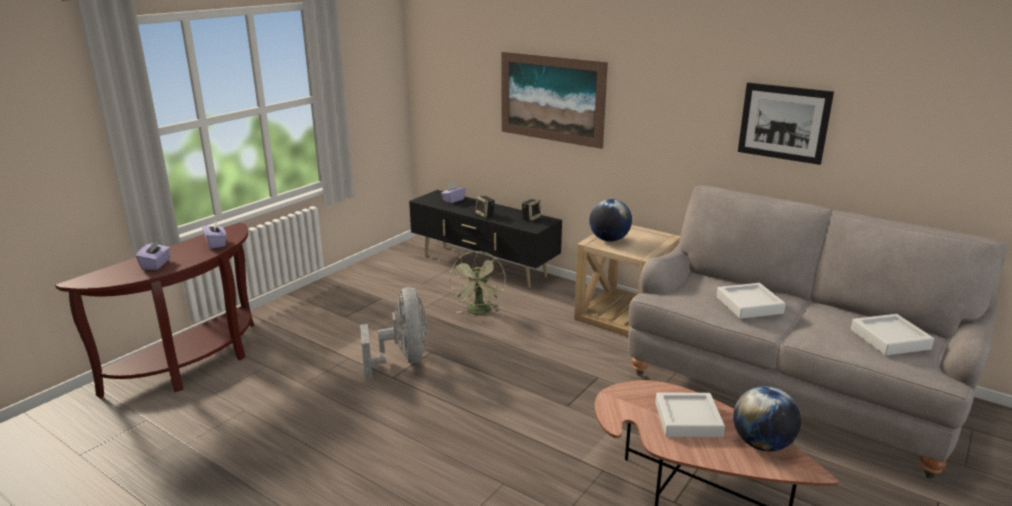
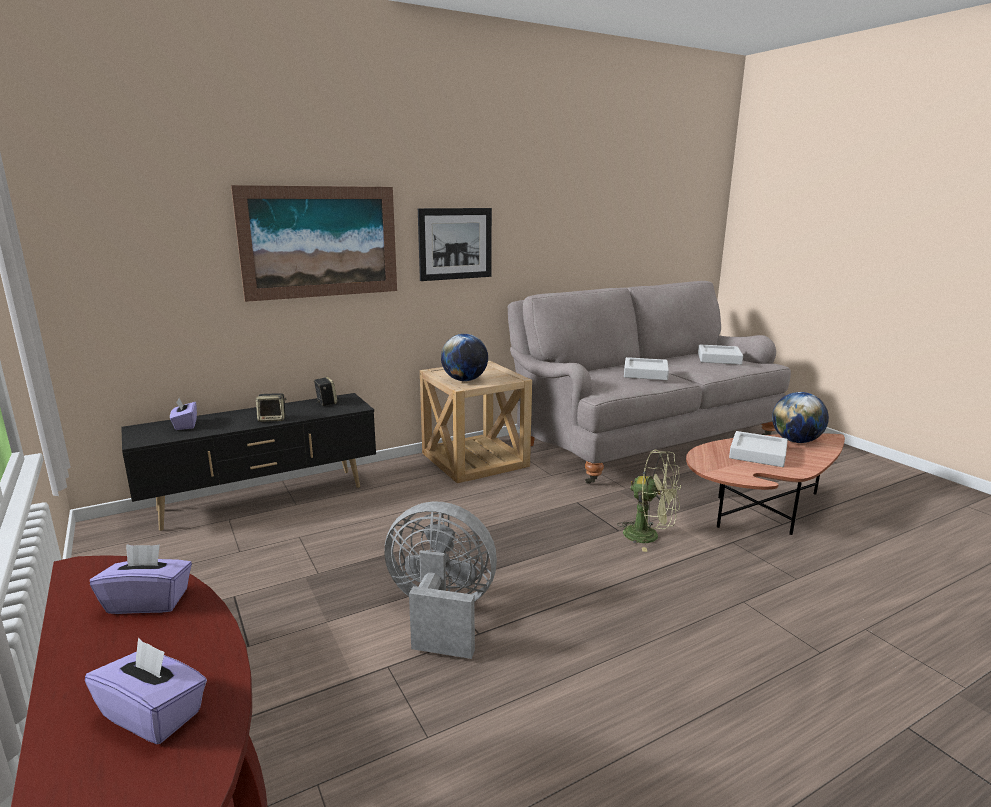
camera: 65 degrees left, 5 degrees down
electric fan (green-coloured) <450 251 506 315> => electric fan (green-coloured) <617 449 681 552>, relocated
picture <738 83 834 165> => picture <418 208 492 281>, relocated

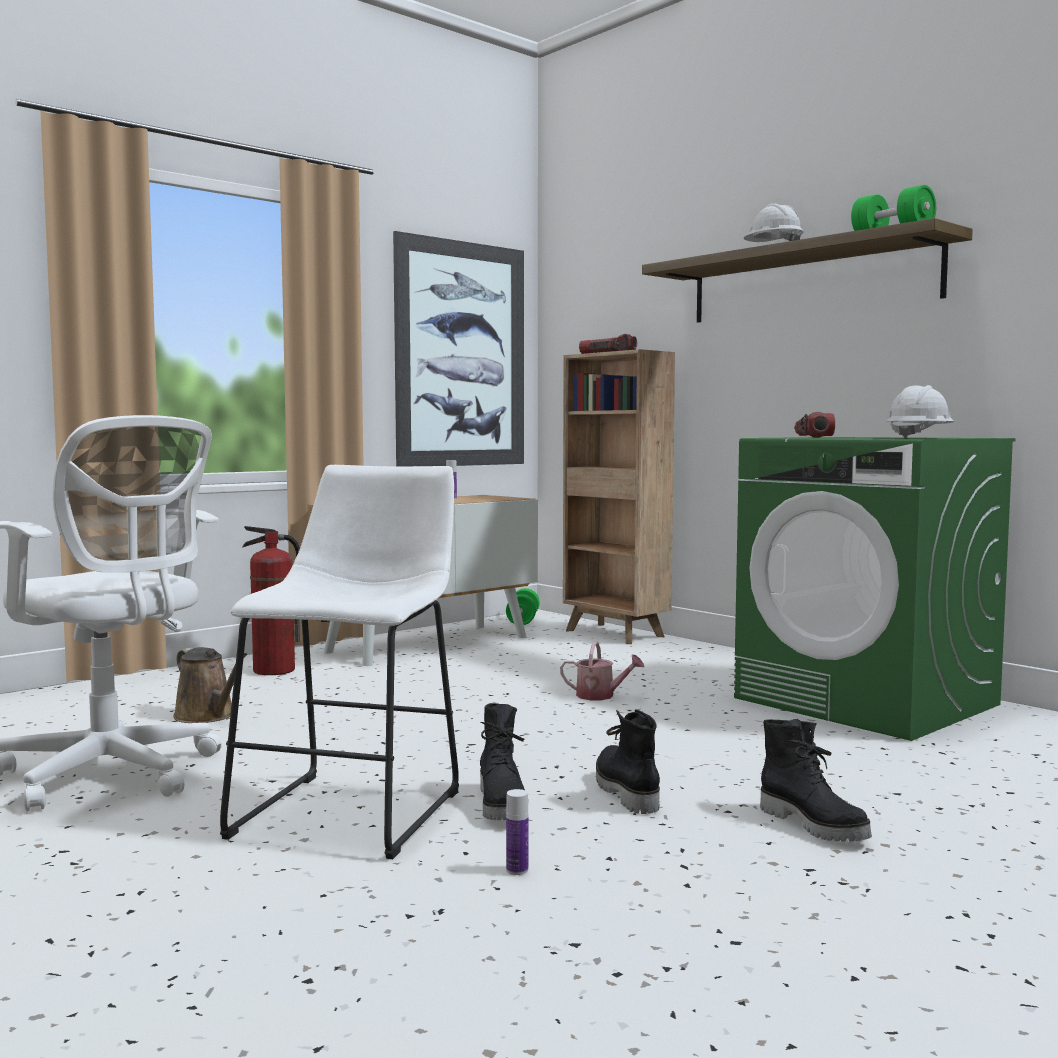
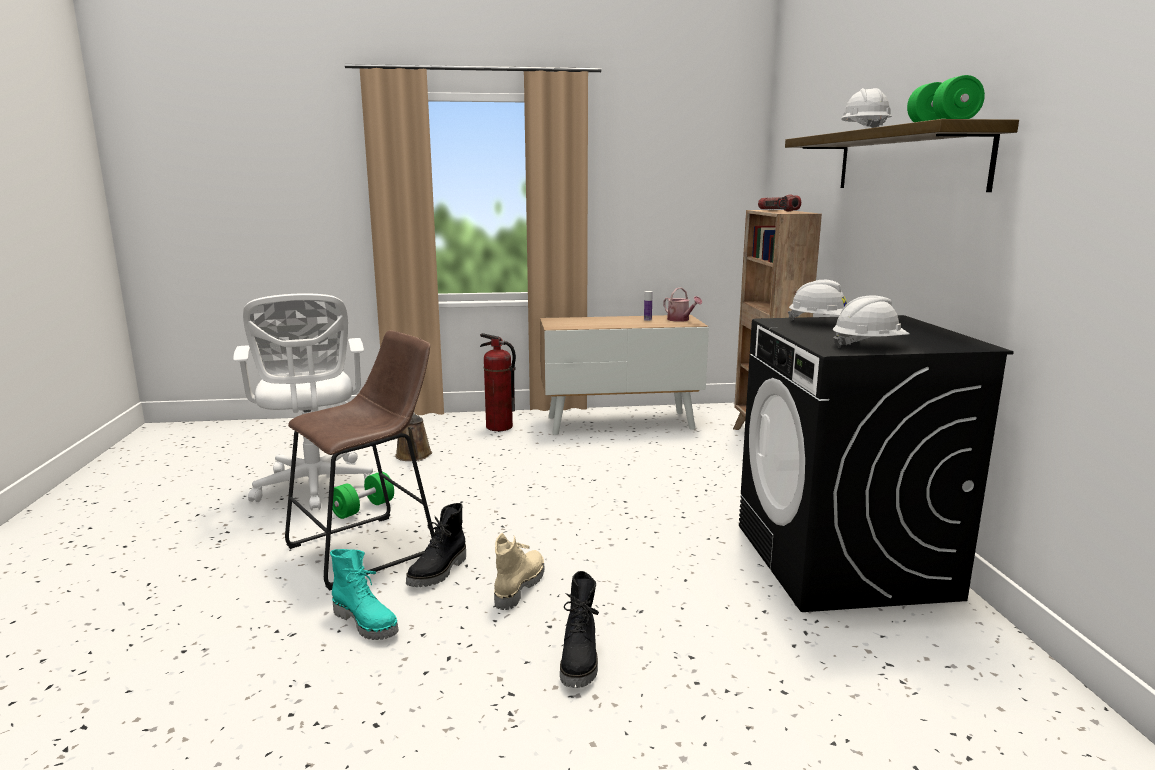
camera: 35 degrees right, 10 degrees up
sitting stool (whitish) <220 465 459 859> => sitting stool (brownish) <285 330 434 591>
picture <393 231 524 467> => nothing
free weight (green-coloured) <506 588 540 625> => free weight (green-coloured) <332 472 394 519>, relocated
beverage bottle <506 789 528 875> => high-top boot (blue-green) <330 549 399 640>
sprinkling can <560 642 644 700> => sprinkling can <663 288 702 322>, relocated
high-top boot (black-coloured) <596 709 660 814> => high-top boot (beige) <494 533 545 610>
laundry machine (green-coloured) <734 437 1016 741> => laundry machine (black-coloured) <739 315 1014 612>
hand torch <794 412 835 438> => work helmet (whitish) <788 280 847 320>

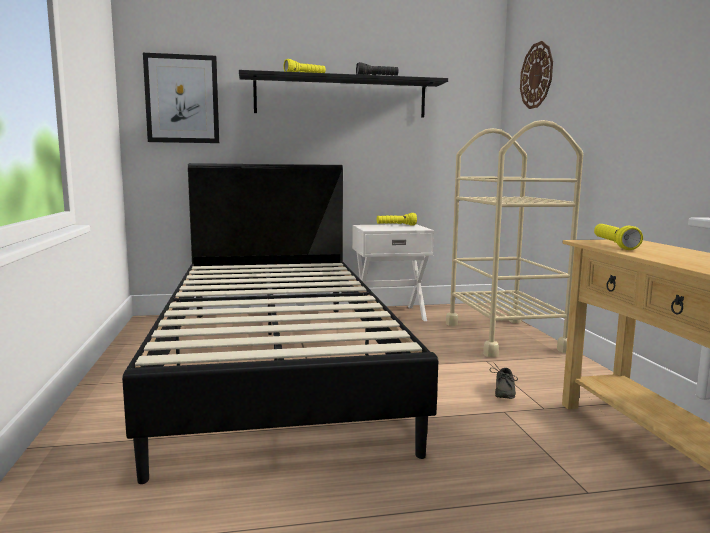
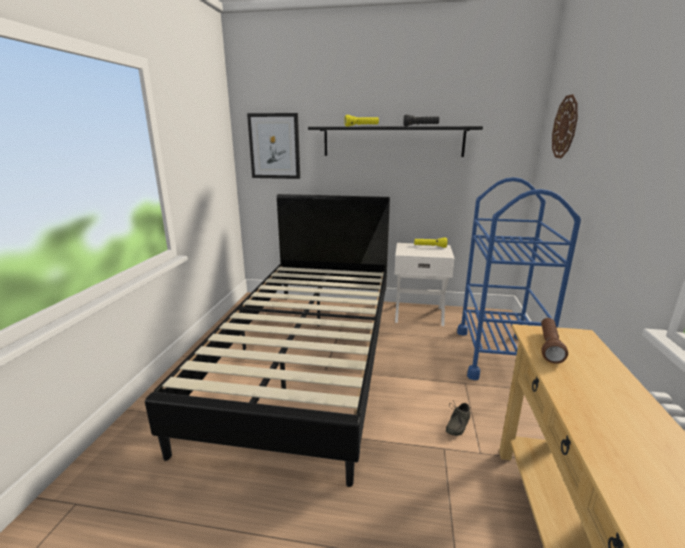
camera: 20 degrees right, 10 degrees up
trolley (beige) <446 120 583 357> => trolley (blue) <457 177 581 380>
hand torch (yellowish) <594 224 643 250> => hand torch (brownish) <541 318 568 364>

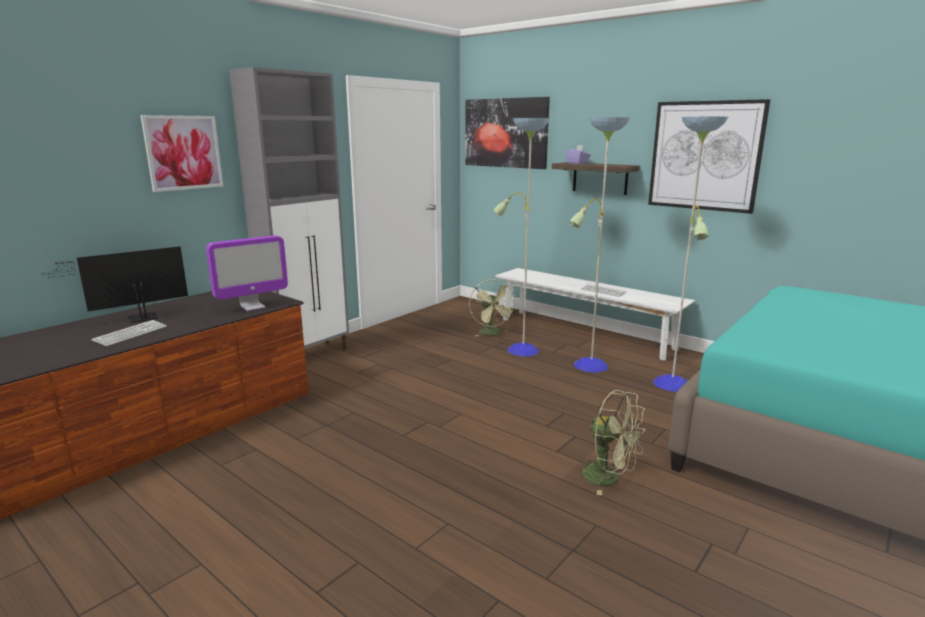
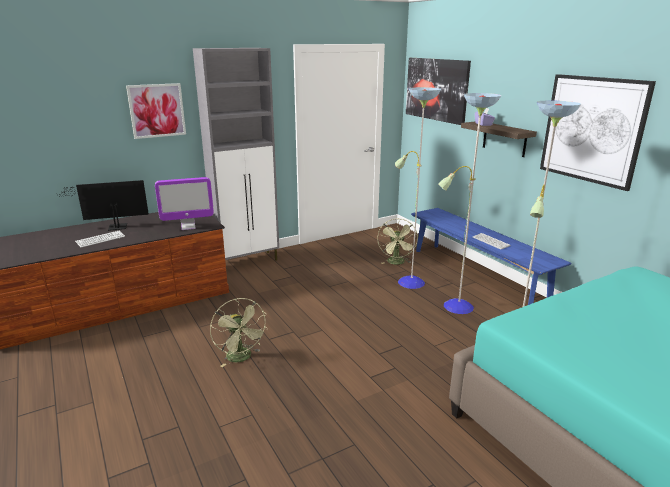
camera: 20 degrees right, 5 degrees up
indoor bench (whitish) <495 268 695 360> => indoor bench (blue) <411 208 572 305>
electric fan (green-coloured) <579 390 646 495> => electric fan (green-coloured) <210 298 268 367>, relocated

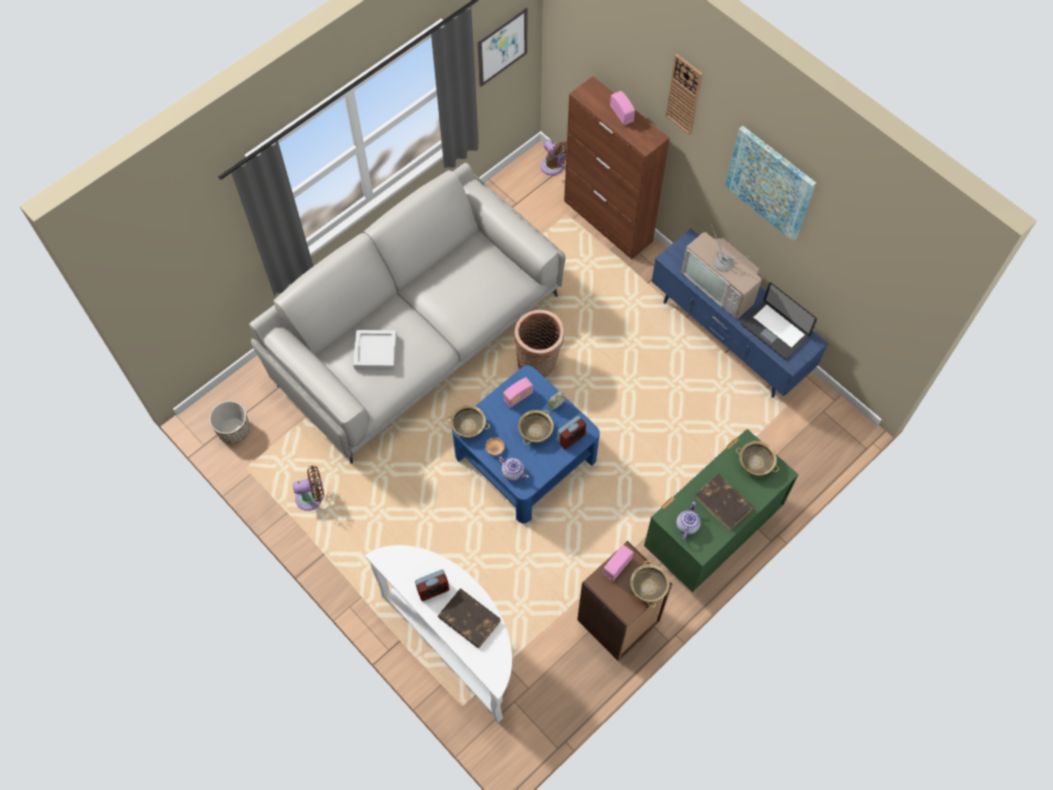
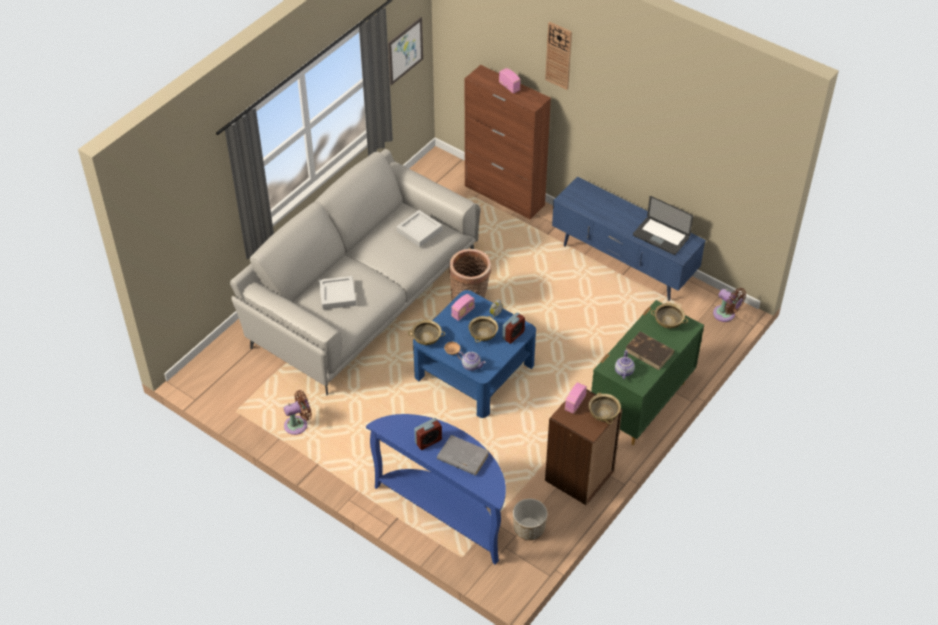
camera: 10 degrees left, 15 degrees down
planter <209 401 250 444> => planter <513 499 548 540>, relocated
narrow table (whitish) <365 545 512 723> => narrow table (blue) <366 414 506 565>
book (brownish) <438 588 500 648> => book (greyish) <437 435 489 476>
electric fan (brownish) <540 140 567 175> => electric fan (brownish) <713 288 746 322>, relocated
TV set <681 224 762 319> => nothing
picture <725 126 816 241> => nothing
nothing => serving tray (greyish) <397 210 442 247>

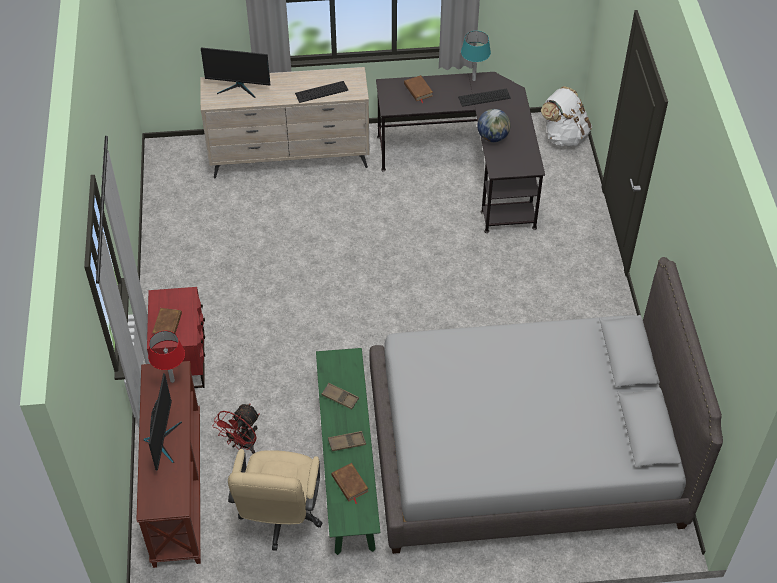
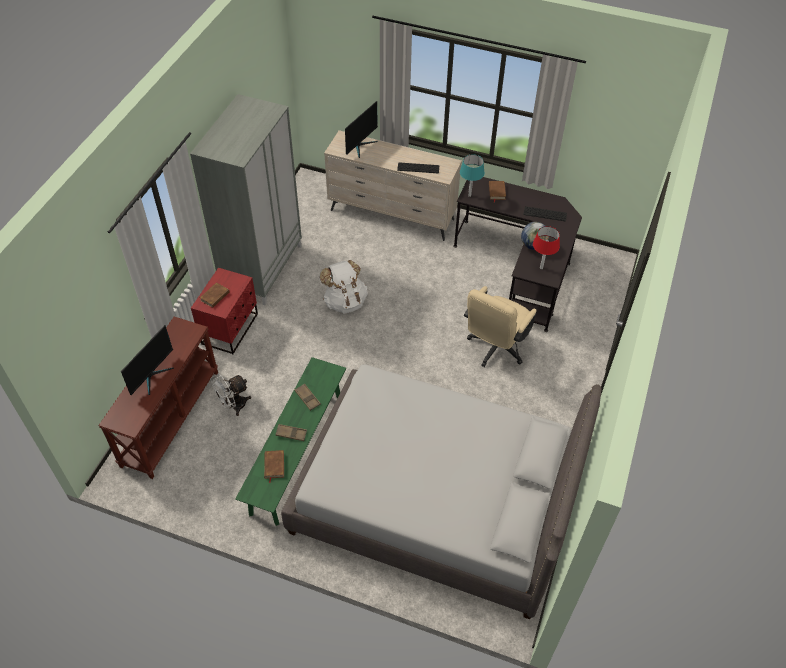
camera: 25 degrees right, 0 degrees up
table lamp (red-coloured) <148 331 185 383> => table lamp (red-coloured) <533 226 560 269>, relocated
computer display <201 47 270 98> => computer display <345 101 378 158>, 90 degrees counterclockwise
electric fan (red-coloured) <213 403 260 454> => electric fan (whitish) <210 374 251 416>
desk chair (beige) <228 449 322 551> => desk chair (beige) <464 286 536 367>, relocated
table lamp (blue-green) <461 31 491 81> => table lamp (blue-green) <460 155 485 197>, relocated
backpack (whitish) <541 86 592 147> => backpack (whitish) <320 260 368 313>, relocated
nothing => wardrobe (greyish) <190 94 302 305>

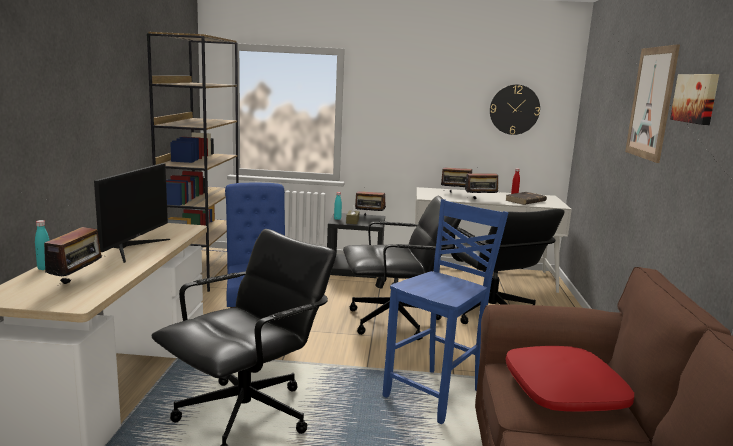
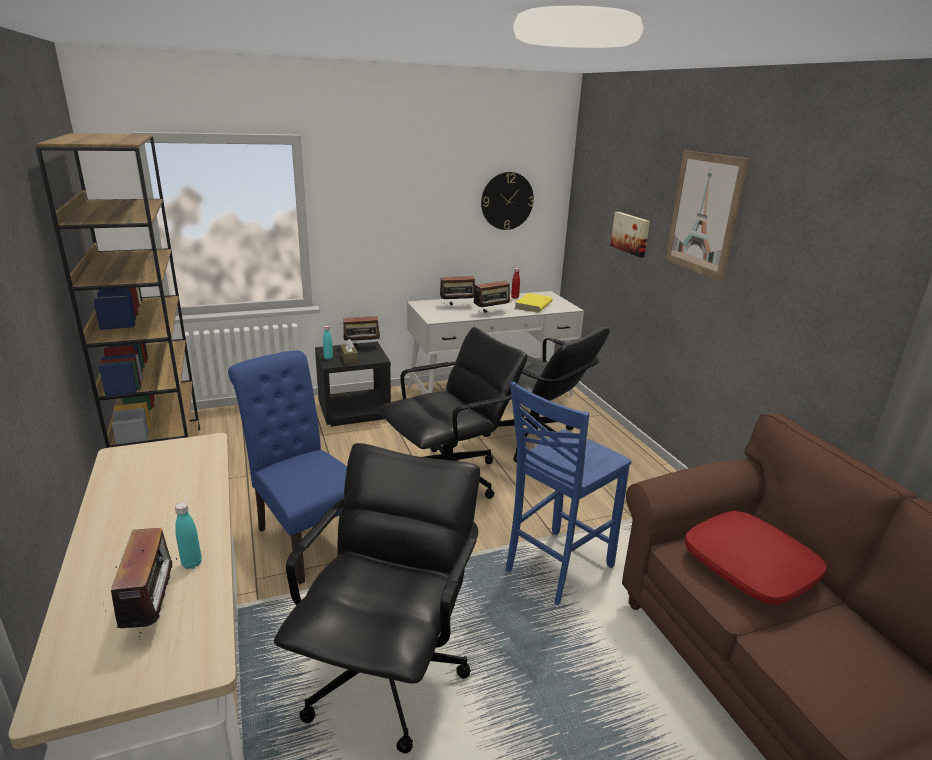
camera: 25 degrees left, 10 degrees up
beverage bottle (blue-green) <35 220 50 270> => beverage bottle (blue-green) <175 502 202 569>, relocated
computer display <94 163 170 263> => nothing
chair (blue) <383 199 508 424> => chair (blue) <506 382 632 605>, 150 degrees counterclockwise
book (brownish) <505 192 547 205> => book (yellowish) <514 293 553 313>
picture <670 74 719 125> => picture <610 212 650 258>, relocated

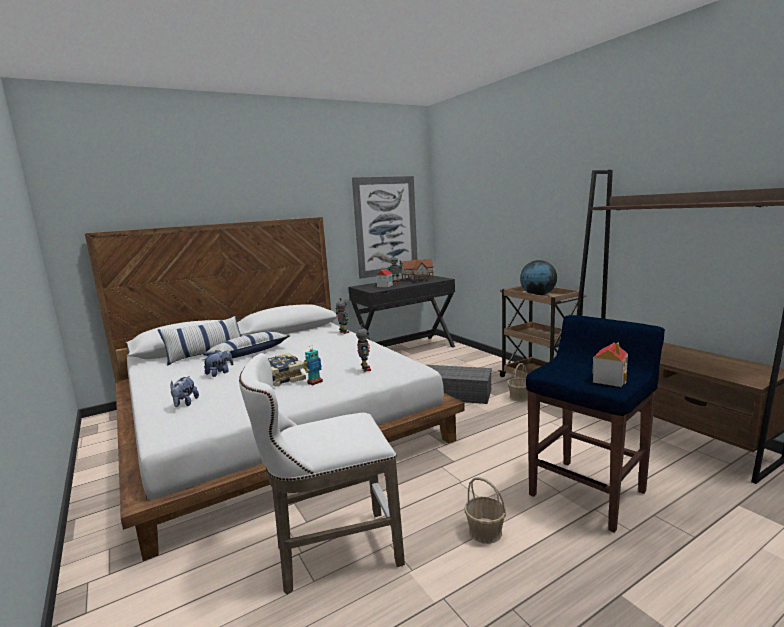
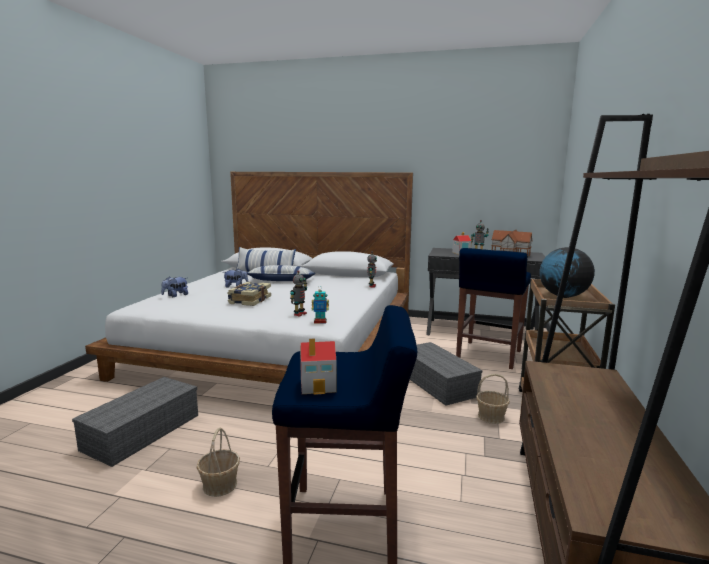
camera: 45 degrees right, 0 degrees up
sitting stool (whitish) <239 353 405 595> => storage container (greyish) <72 377 198 467>
model robot <303 345 323 385> => model robot <312 290 329 324>, relocated
picture <352 176 417 279> => nothing
nothing => sitting stool (blue) <456 248 531 369>

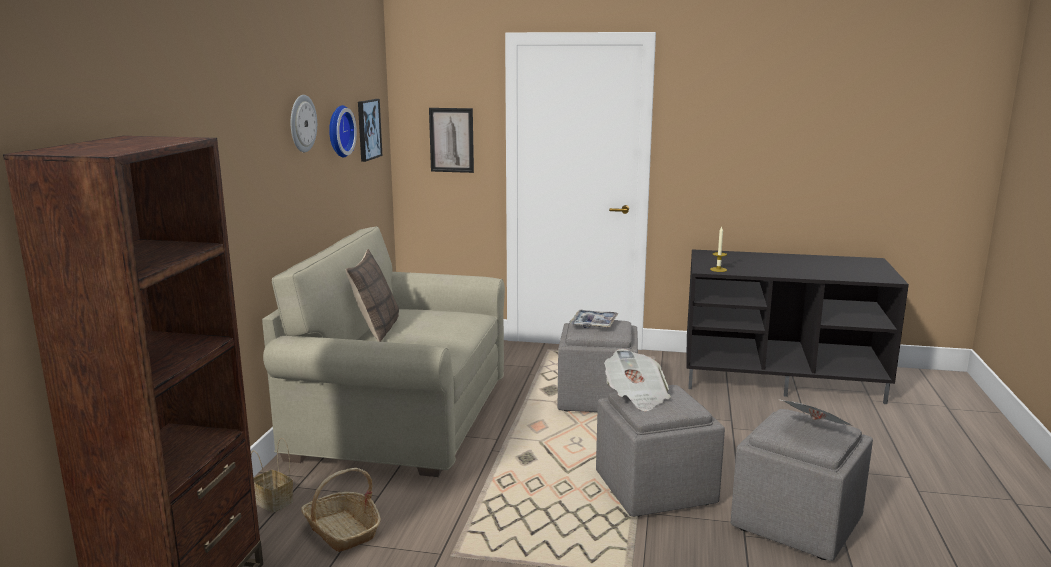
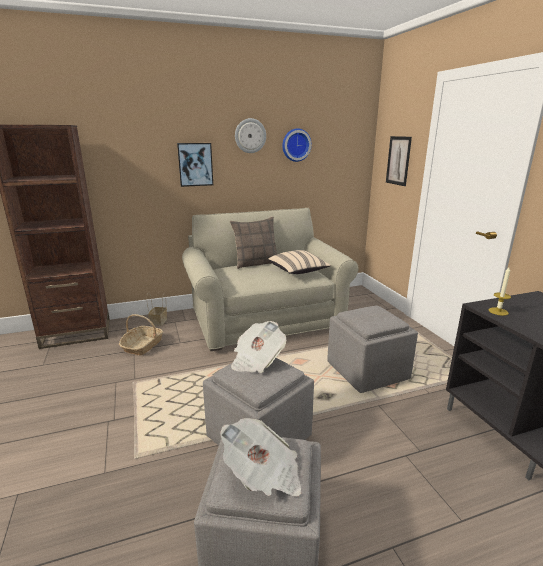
camera: 60 degrees right, 5 degrees up
picture <358 99 382 162> => picture <177 143 213 187>, relocated
serving tray <570 310 619 328> => nothing
nothing => throw pillow (beige) <268 250 331 274>

